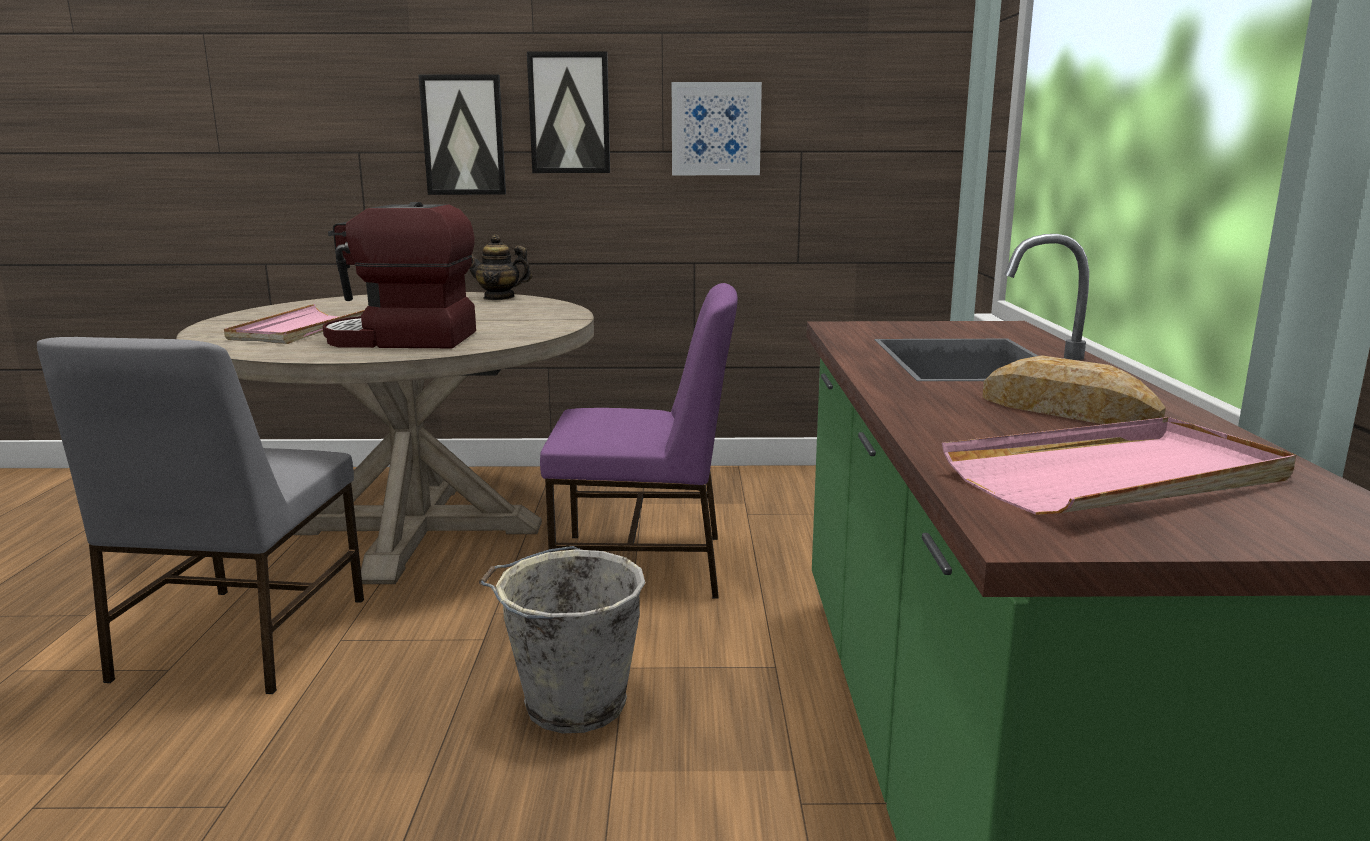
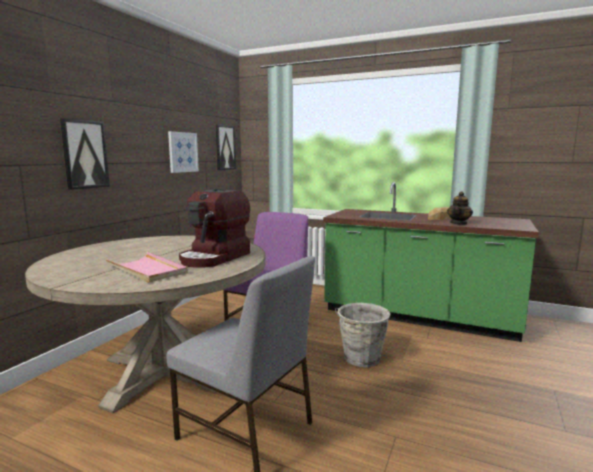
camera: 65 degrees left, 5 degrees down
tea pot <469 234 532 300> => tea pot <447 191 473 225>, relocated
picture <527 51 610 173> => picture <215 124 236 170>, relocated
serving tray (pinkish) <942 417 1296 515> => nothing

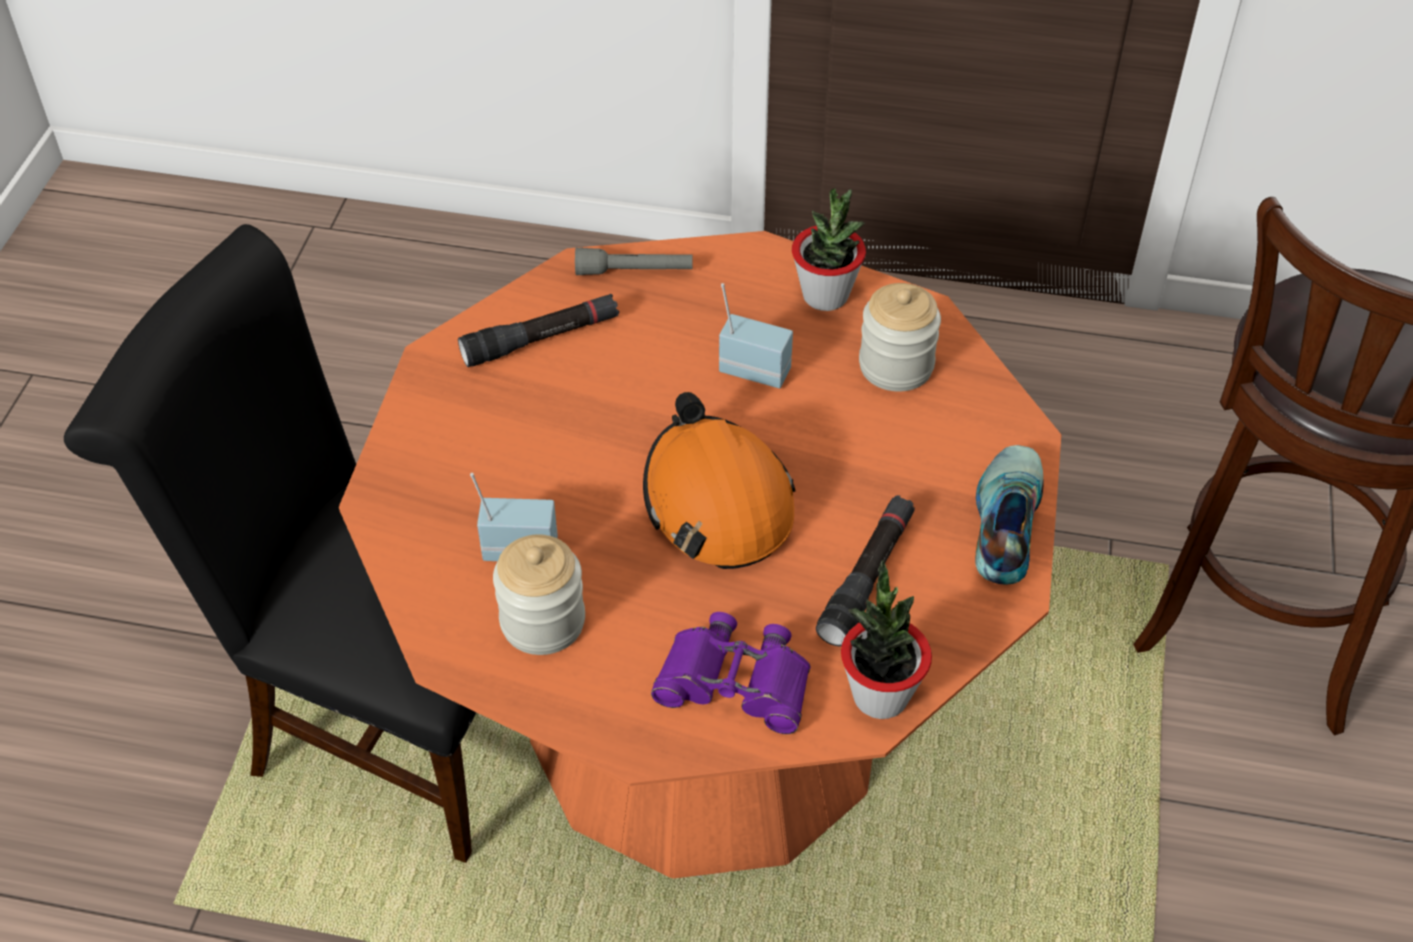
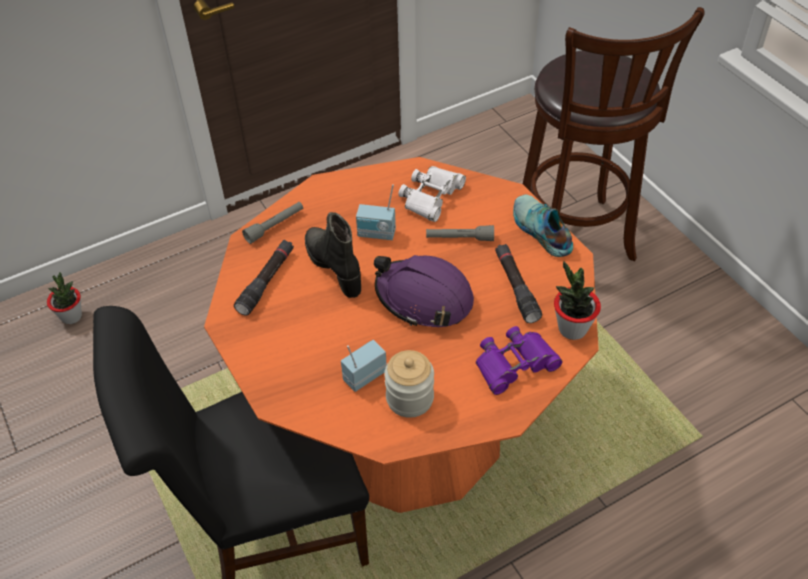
camera: 40 degrees left, 0 degrees up
work helmet (orange) <643 392 795 569> => work helmet (purplish) <374 255 474 327>
radio receiver <719 283 793 388> => radio receiver <356 184 396 240>, 150 degrees counterclockwise
potted plant <792 188 866 311> => potted plant <47 272 82 324>, relocated
preserve jar <859 283 941 392> => field glasses (whitish) <398 166 466 222>
nothing => high-top boot (black-coloured) <305 212 361 298>
nothing => hand torch (greyish) <426 225 494 241>

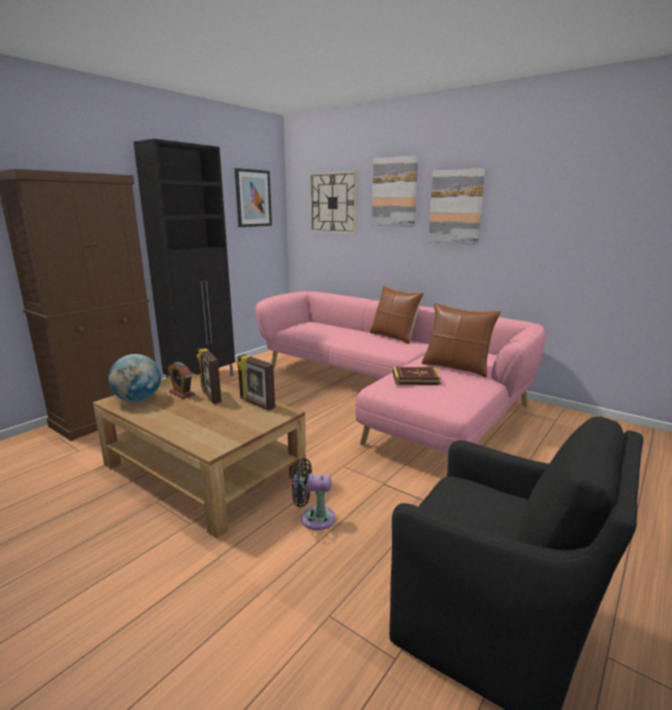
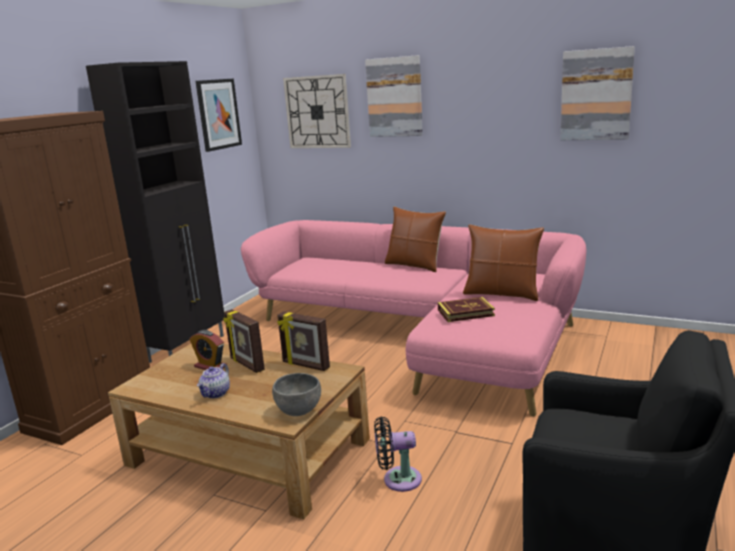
camera: 10 degrees left, 0 degrees up
world globe <108 354 161 402> => nothing
picture <428 168 485 245> => picture <560 46 635 140>, relocated
nothing => tea pot <197 363 230 398>
nothing => deep dish (greyish) <272 373 321 416>

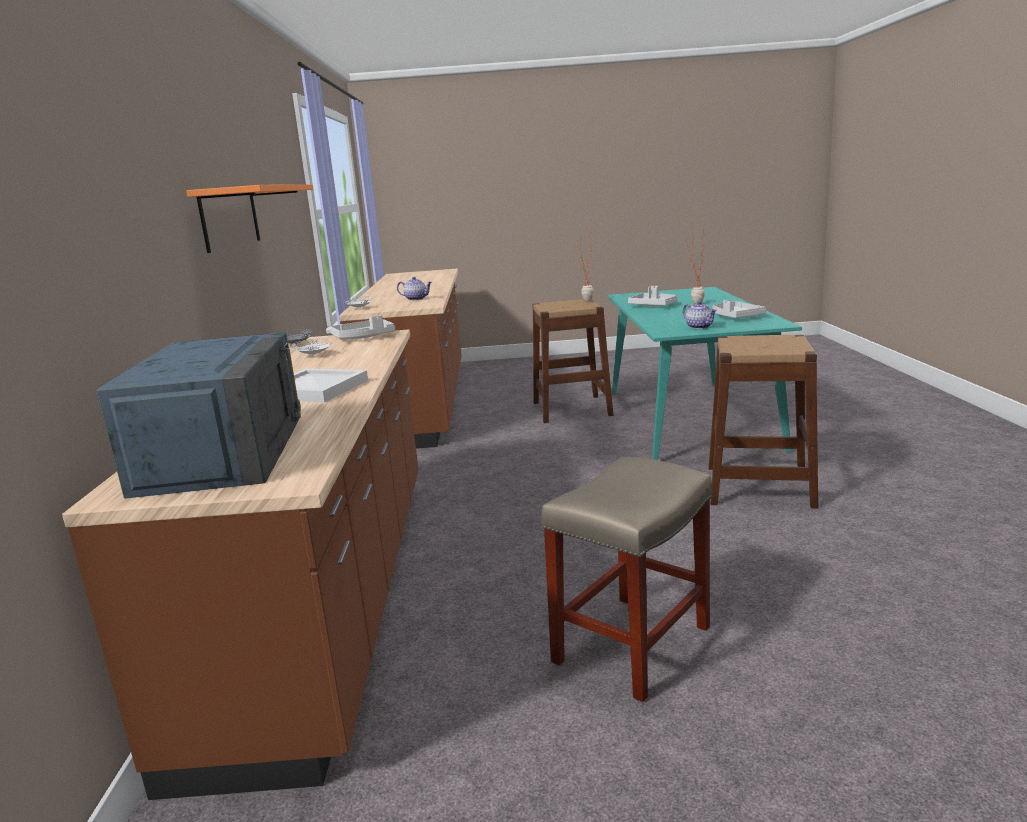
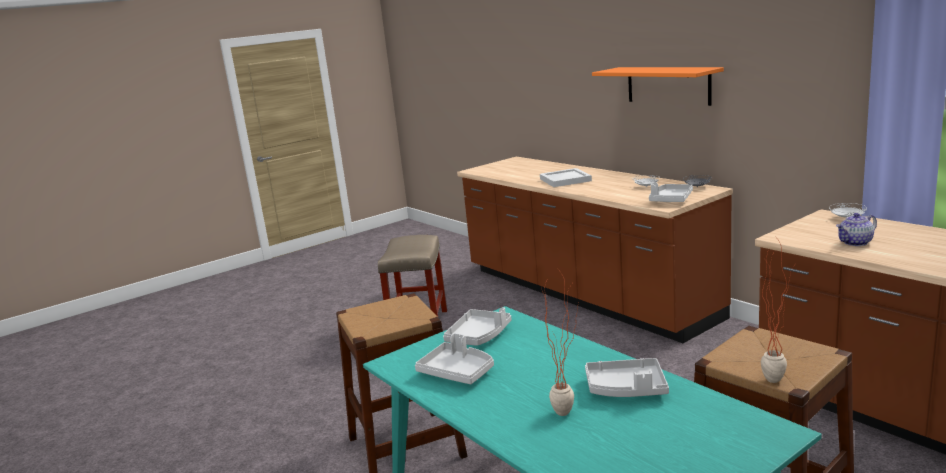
camera: 145 degrees right, 0 degrees up
kitchen microwave (blue) <97 332 301 499> => nothing
tea pot <682 301 717 329> => serving tray (greyish) <443 307 511 346>

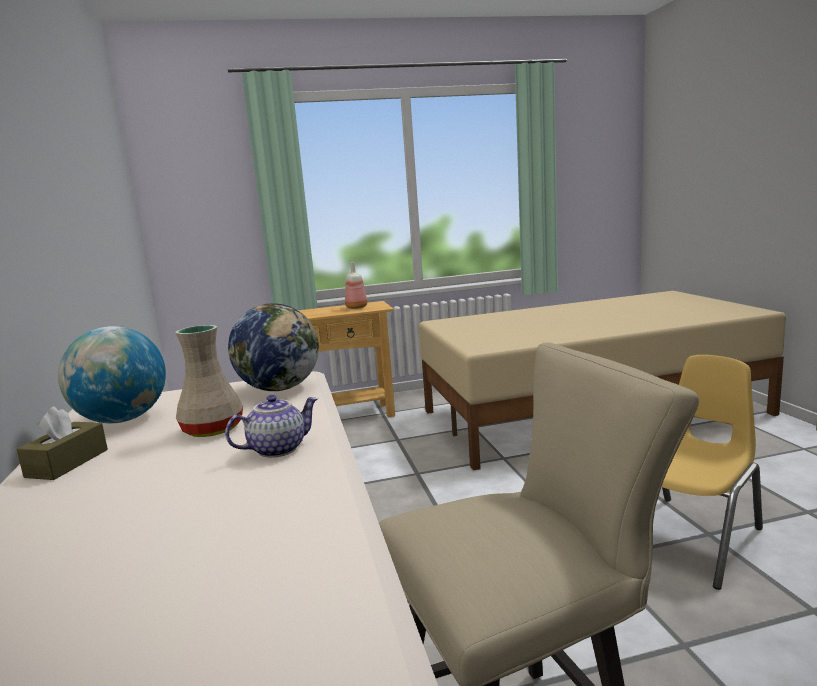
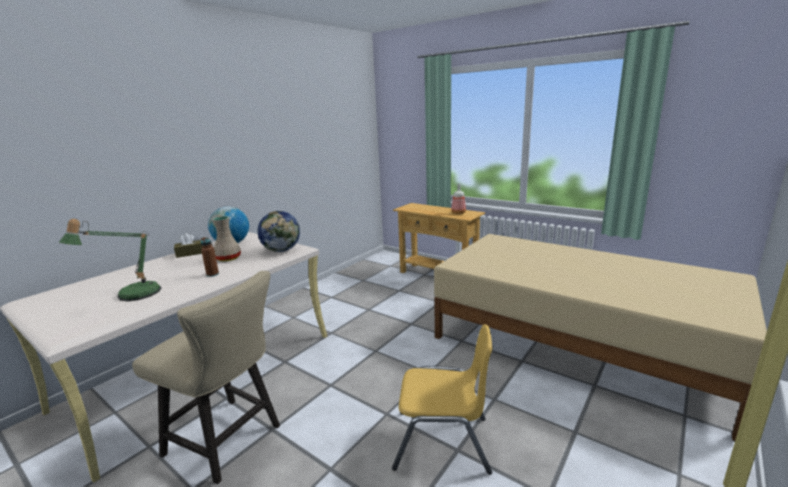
camera: 50 degrees right, 5 degrees up
tea pot <225 395 318 458> => beverage bottle (brownish) <201 237 219 277>
nothing => table lamp <59 219 161 301>

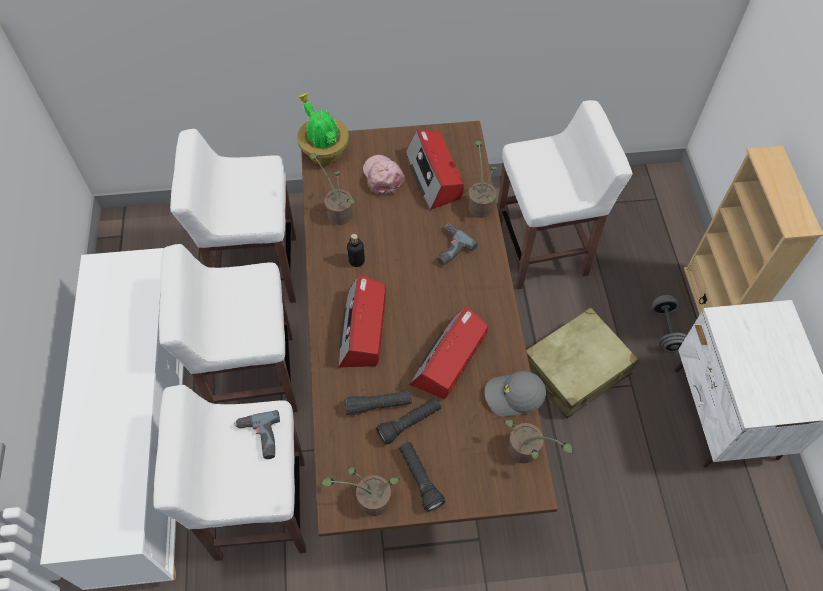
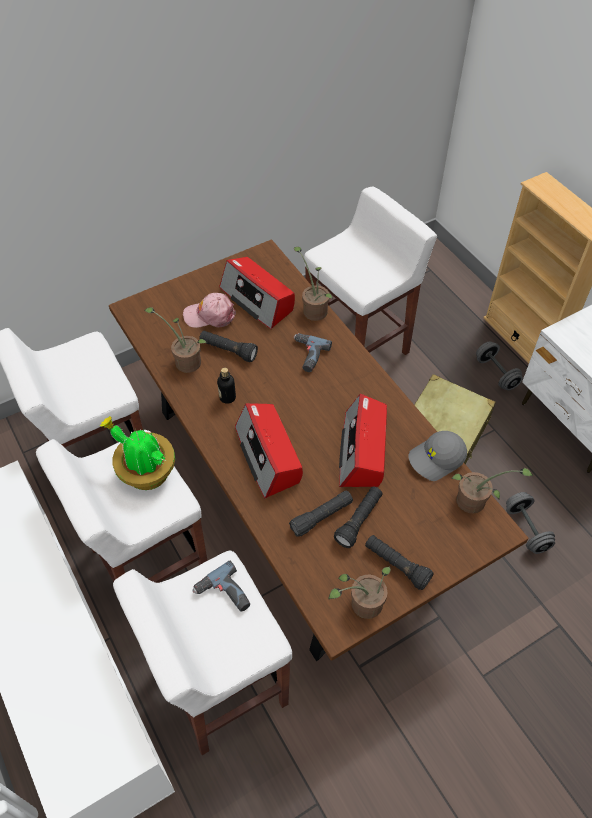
camera: 25 degrees left, 5 degrees down
potted plant <297 92 349 165> => potted plant <100 416 175 490>, relocated
baseball cap (pinkish) <363 155 405 194> => baseball cap (pinkish) <183 293 236 328>, 45 degrees counterclockwise
nothing => hand torch (black-coloured) <199 331 258 362>
nothing => free weight (greyish) <506 492 555 554>

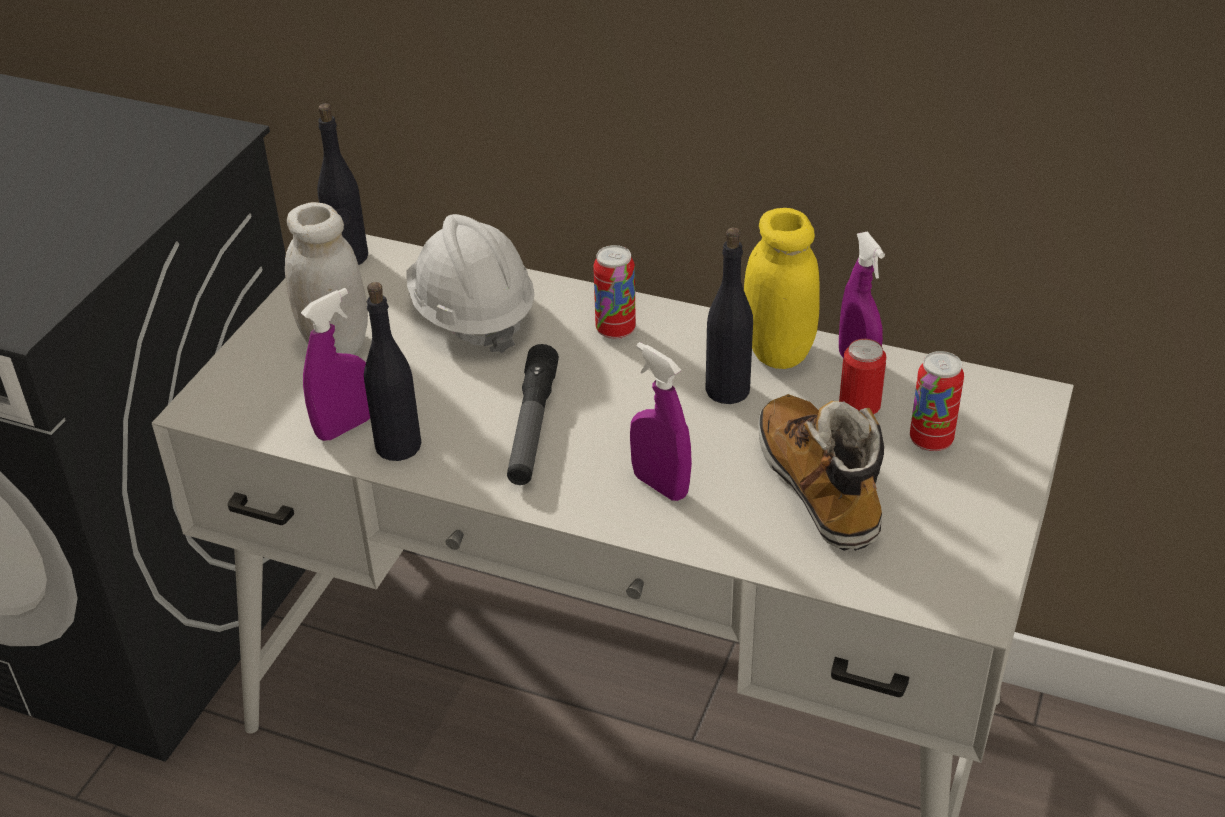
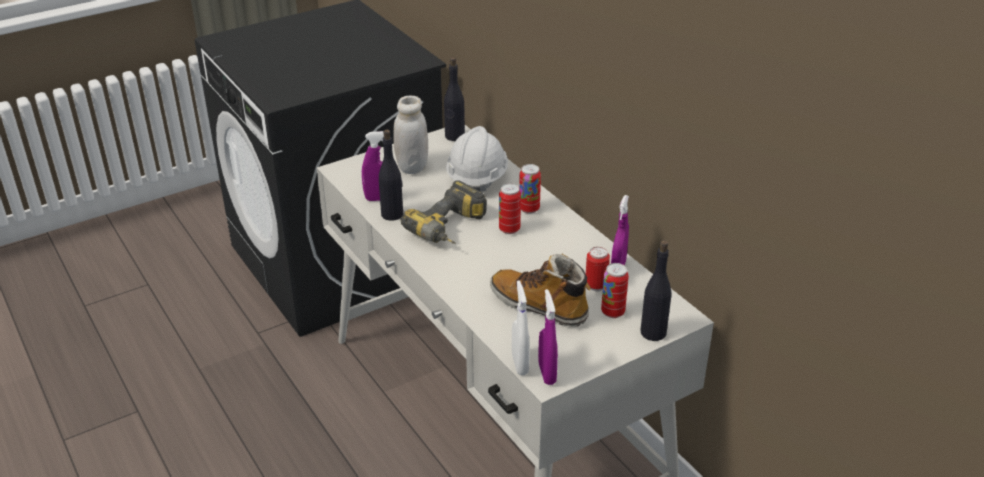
camera: 35 degrees right, 5 degrees down
hand torch <507 344 559 485> => drill <400 180 487 244>
spray bottle (purplish) <630 342 692 501> => spray bottle (purplish) <538 289 558 385>, relocated
beverage bottle (black-coloured) <705 228 753 404> => beverage bottle (black-coloured) <640 240 672 341>, relocated
preserve jar (yellowish) <744 208 820 369> => nothing
high-top boot <758 394 884 551> => high-top boot <490 254 591 327>, 75 degrees counterclockwise
nothing => can <499 183 521 234>
nothing => spray bottle (whitish) <512 281 530 375>

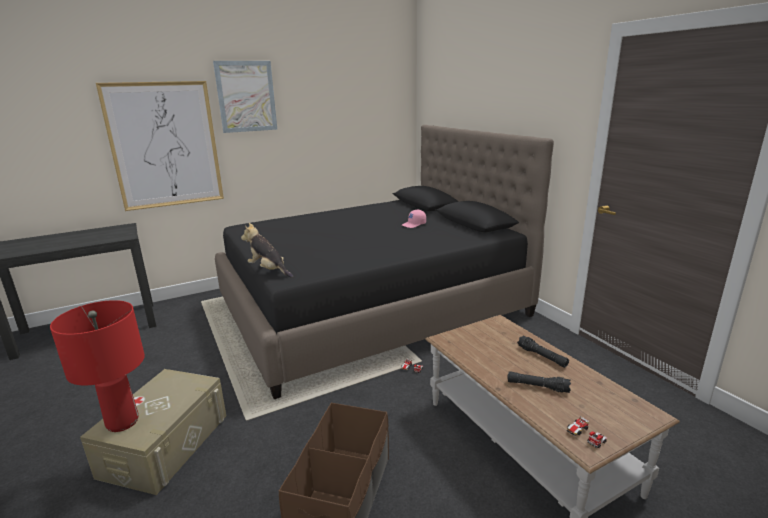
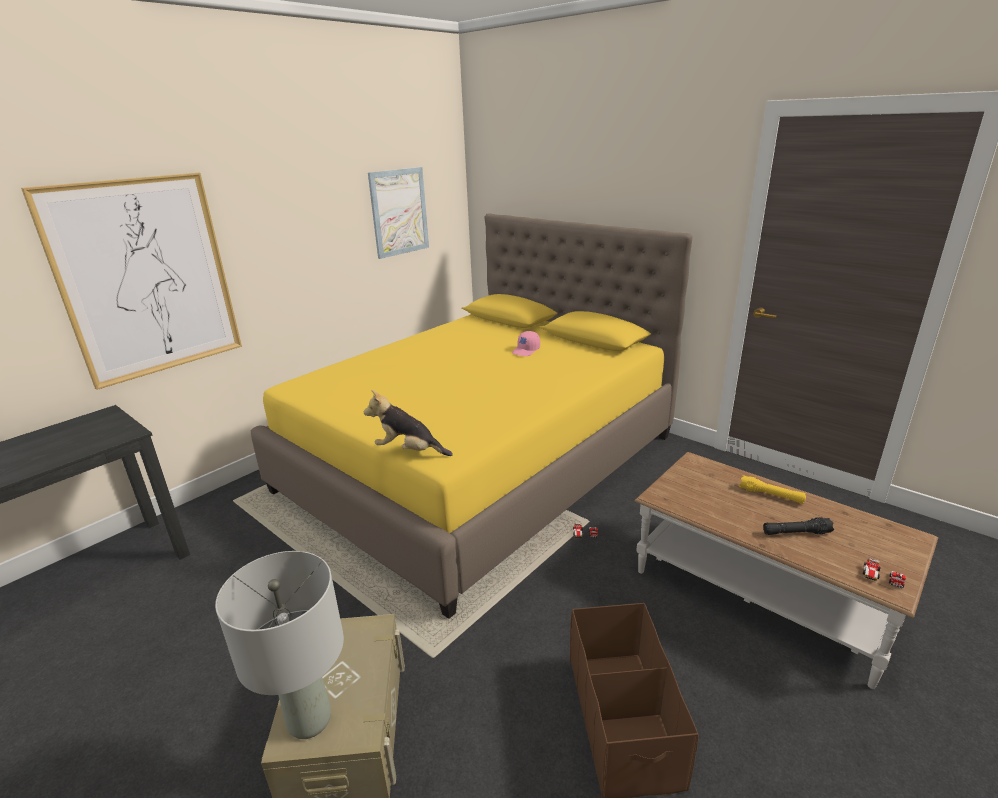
camera: 20 degrees left, 5 degrees up
table lamp (red-coloured) <50 300 145 432> => table lamp (greyish) <215 551 344 739>
picture <213 61 277 133> => picture <368 167 429 259>, relocated
bedroom bed (black-coloured) <215 125 554 399> => bedroom bed (yellowish) <251 214 693 619>
hand torch (black-coloured) <517 336 569 368> => hand torch (yellowish) <739 475 806 504>

